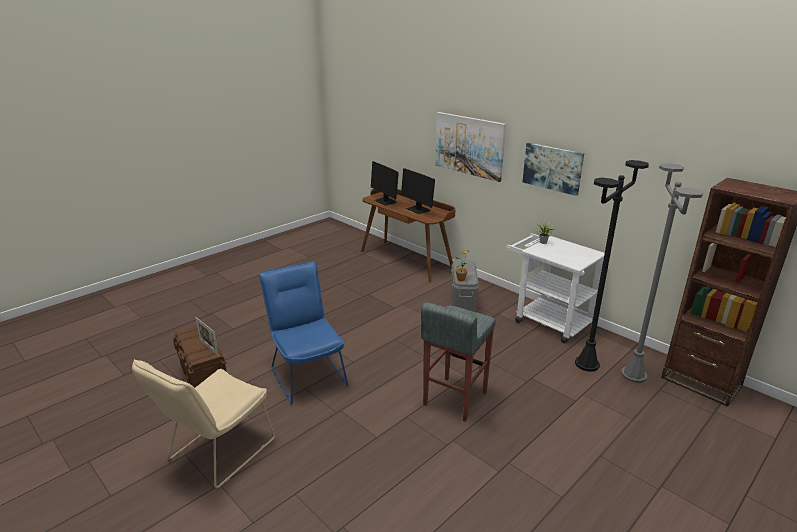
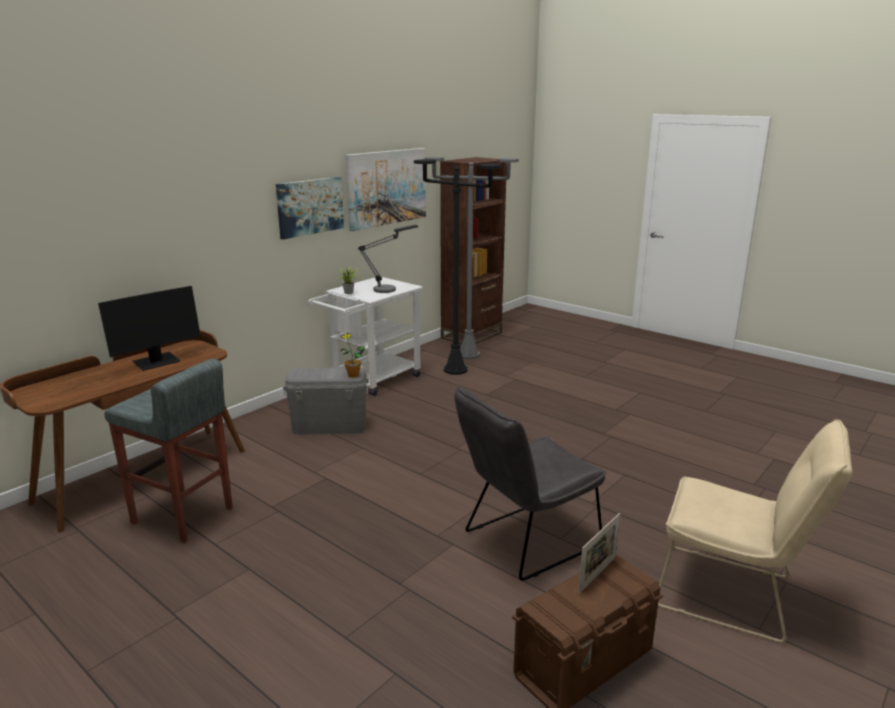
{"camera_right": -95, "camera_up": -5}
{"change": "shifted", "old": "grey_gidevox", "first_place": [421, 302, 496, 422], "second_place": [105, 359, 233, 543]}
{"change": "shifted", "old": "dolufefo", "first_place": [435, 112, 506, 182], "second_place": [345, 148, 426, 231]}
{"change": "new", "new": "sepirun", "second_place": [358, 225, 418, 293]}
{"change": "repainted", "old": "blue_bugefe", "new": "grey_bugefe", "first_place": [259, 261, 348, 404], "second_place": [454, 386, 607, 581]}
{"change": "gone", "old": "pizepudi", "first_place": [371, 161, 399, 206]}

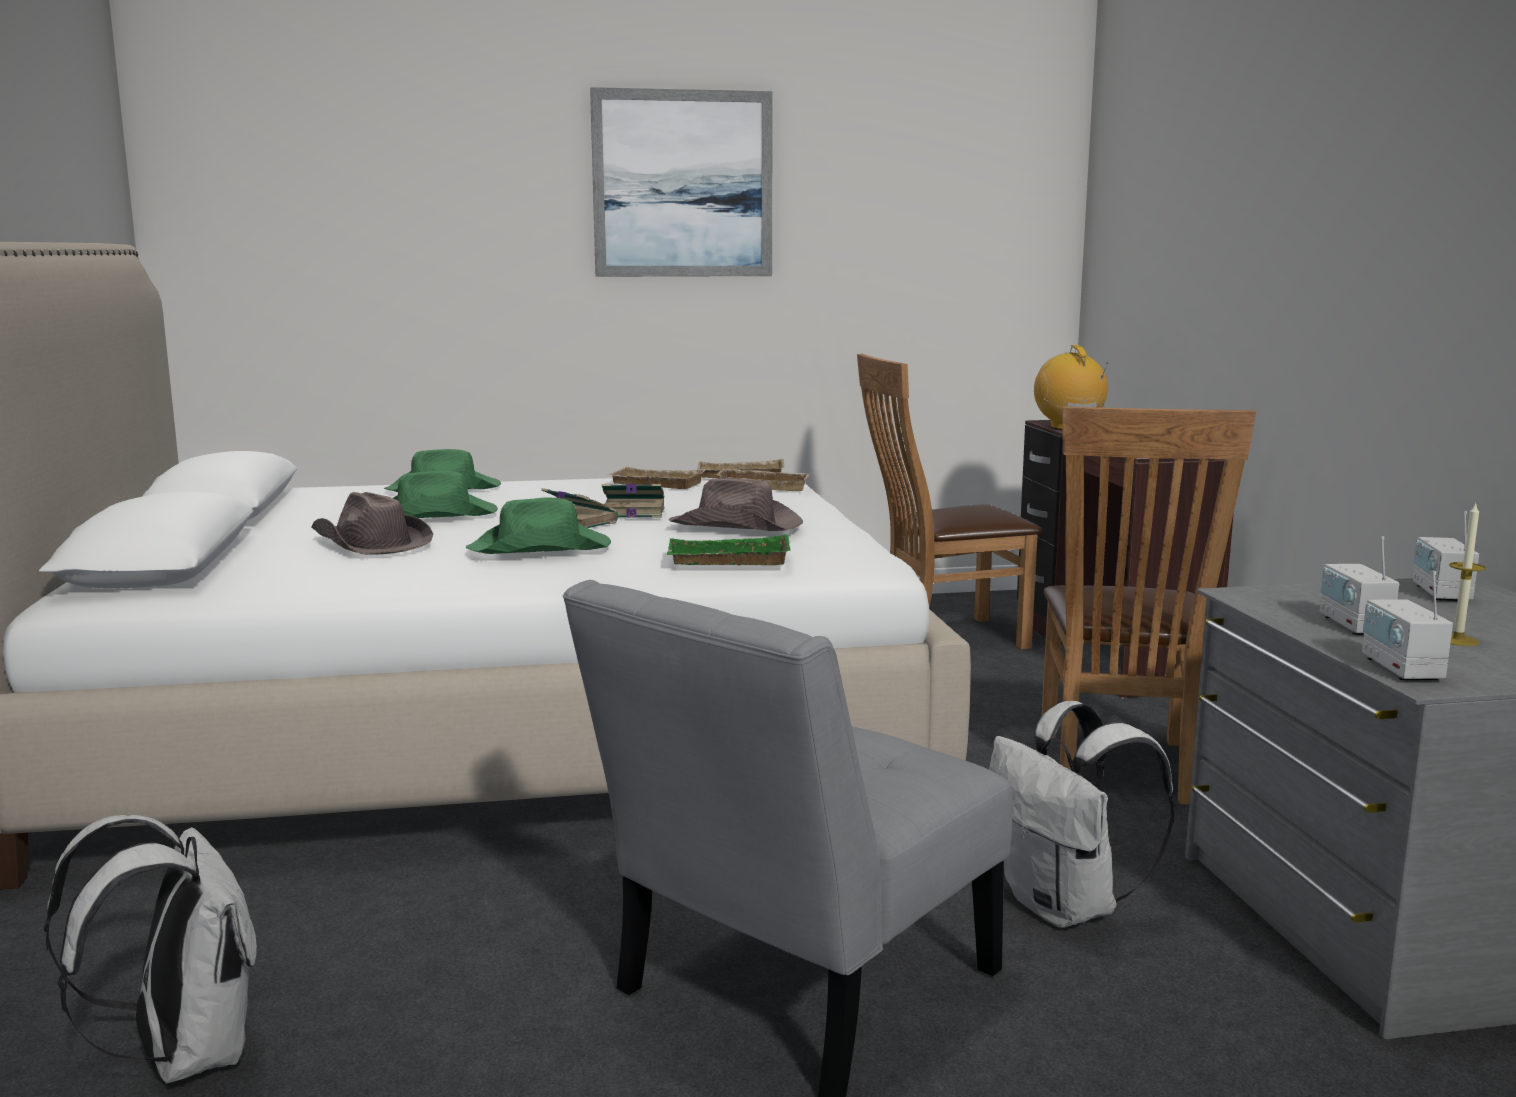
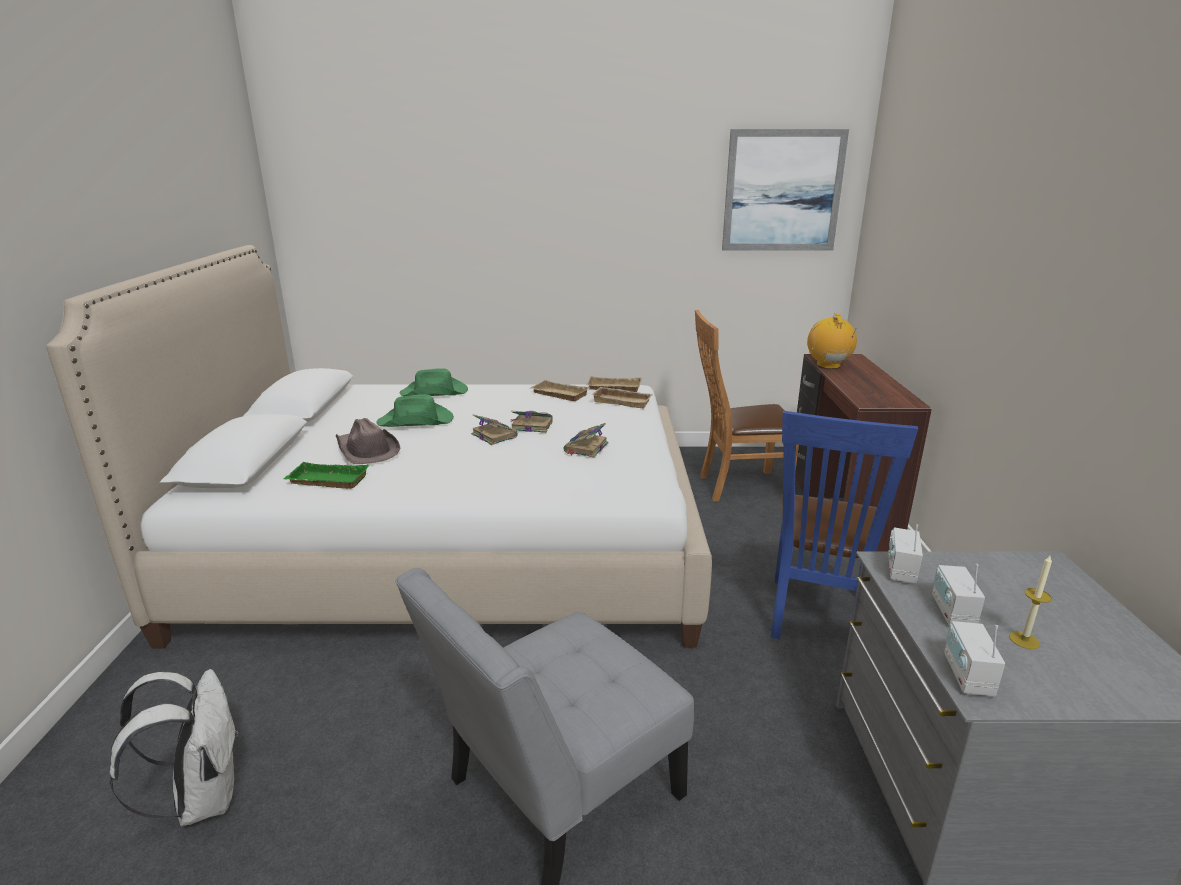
{"camera_right": 10, "camera_up": 10}
{"change": "shifted", "old": "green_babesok", "first_place": [667, 535, 791, 565], "second_place": [284, 462, 369, 489]}
{"change": "swapped", "old": "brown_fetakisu", "new": "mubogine", "first_place": [669, 478, 803, 531], "second_place": [564, 423, 609, 458]}
{"change": "shifted", "old": "dolufefo", "first_place": [590, 87, 773, 277], "second_place": [722, 129, 849, 251]}
{"change": "repainted", "old": "brown_bugefe", "new": "blue_bugefe", "first_place": [1042, 406, 1256, 804], "second_place": [771, 411, 918, 639]}
{"change": "shifted", "old": "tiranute", "first_place": [1413, 511, 1479, 601], "second_place": [888, 524, 923, 584]}
{"change": "gone", "old": "green_fetakisu", "first_place": [465, 498, 611, 554]}
{"change": "gone", "old": "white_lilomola", "first_place": [989, 701, 1175, 928]}

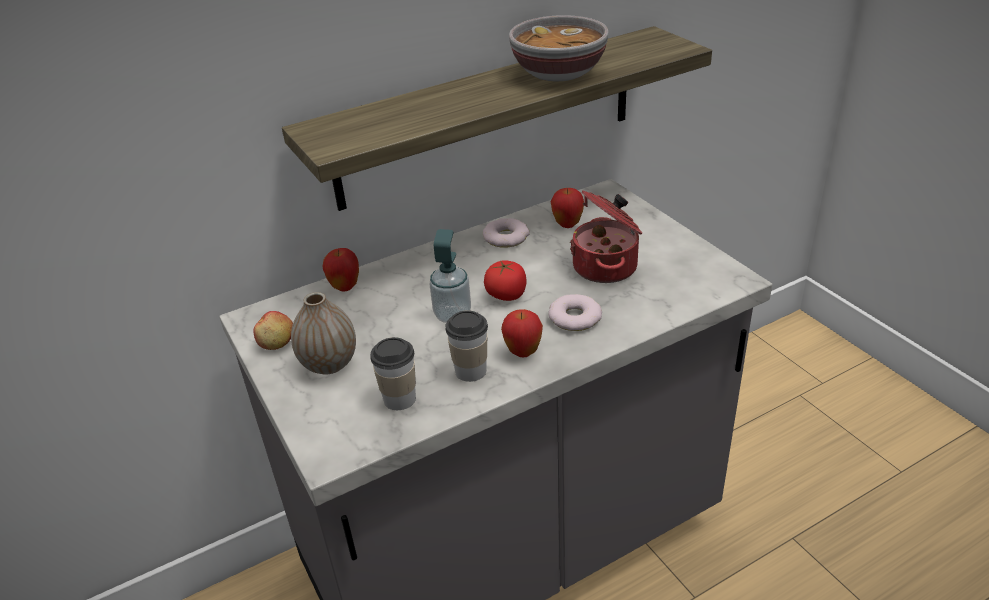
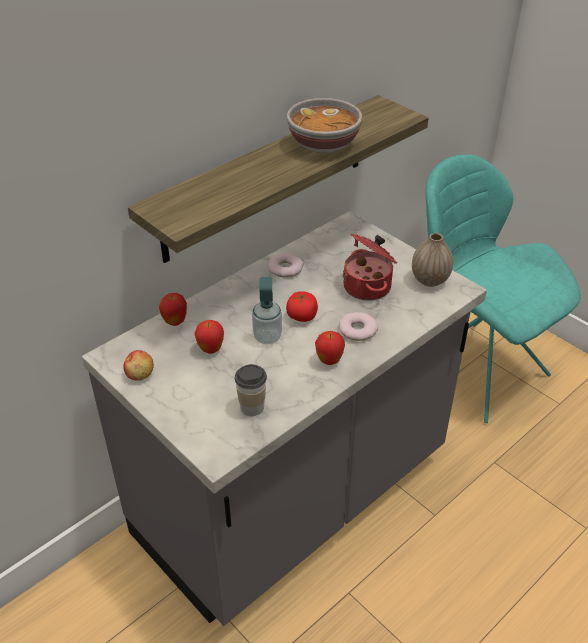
{"camera_right": -15, "camera_up": 5}
{"change": "shifted", "old": "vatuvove", "first_place": [551, 188, 584, 228], "second_place": [194, 320, 224, 354]}
{"change": "shifted", "old": "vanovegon", "first_place": [291, 292, 356, 375], "second_place": [412, 233, 454, 287]}
{"change": "new", "new": "turquoise_bugefe", "second_place": [425, 155, 581, 423]}
{"change": "gone", "old": "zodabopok", "first_place": [446, 310, 488, 382]}

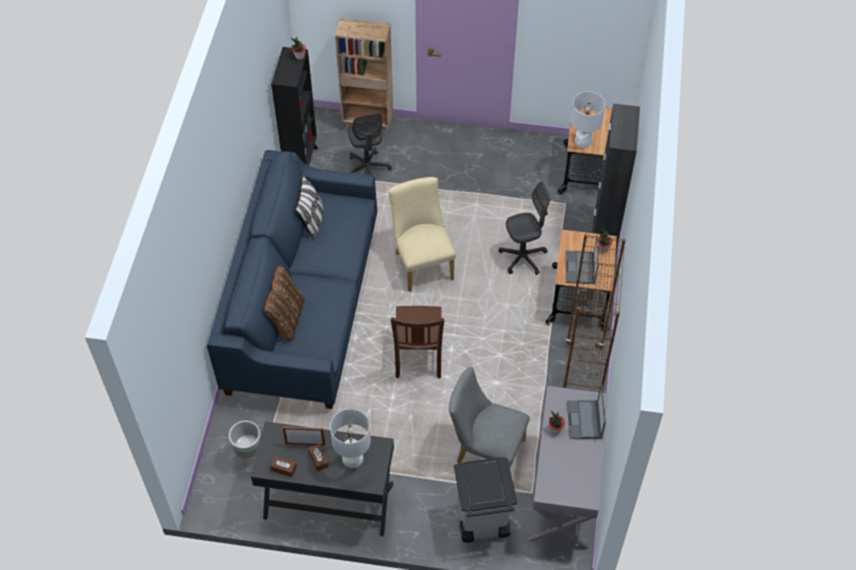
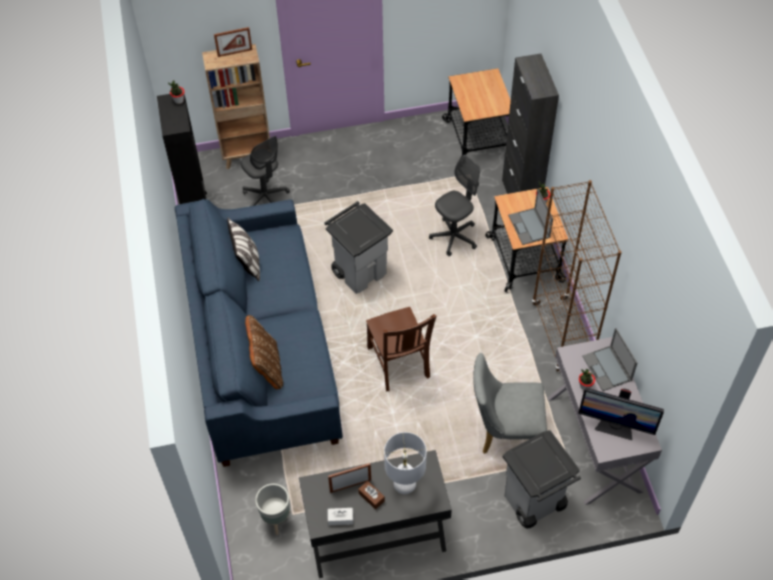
{"camera_right": -20, "camera_up": 0}
{"change": "new", "new": "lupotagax", "second_place": [214, 27, 252, 57]}
{"change": "swapped", "old": "beige_bugefe", "new": "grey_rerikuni", "first_place": [389, 177, 456, 292], "second_place": [324, 201, 393, 294]}
{"change": "repainted", "old": "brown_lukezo", "new": "white_lukezo", "first_place": [270, 456, 297, 477], "second_place": [328, 508, 353, 525]}
{"change": "new", "new": "pizepudi", "second_place": [578, 388, 664, 440]}
{"change": "gone", "old": "white_sepirun", "first_place": [571, 92, 605, 148]}

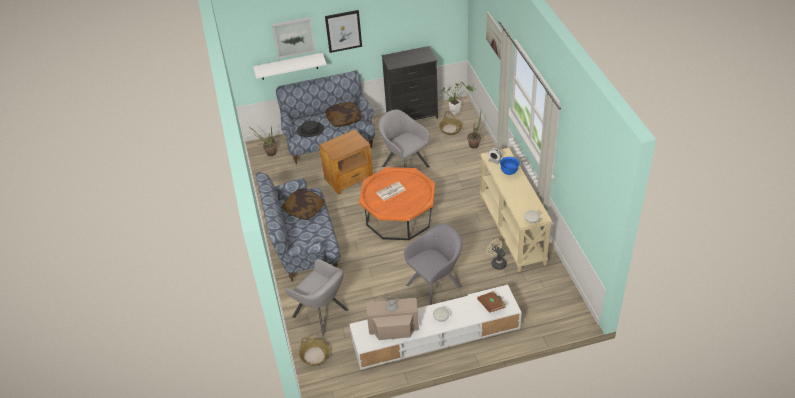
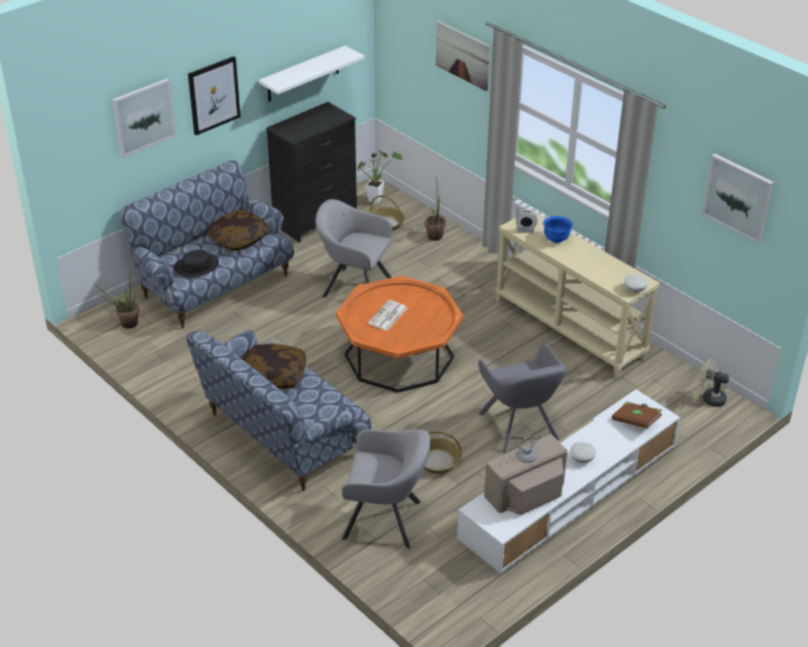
{"camera_right": -30, "camera_up": -5}
{"change": "shifted", "old": "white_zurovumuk", "first_place": [253, 53, 327, 80], "second_place": [259, 46, 364, 102]}
{"change": "shifted", "old": "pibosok", "first_place": [298, 337, 330, 366], "second_place": [424, 431, 462, 474]}
{"change": "rotated", "old": "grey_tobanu", "first_place": [404, 224, 462, 305], "second_place": [478, 344, 566, 454], "degrees": 135}
{"change": "shifted", "old": "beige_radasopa", "first_place": [487, 239, 507, 270], "second_place": [699, 359, 730, 407]}
{"change": "new", "new": "dolufefo", "second_place": [701, 154, 774, 244]}
{"change": "gone", "old": "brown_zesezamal", "first_place": [319, 129, 373, 195]}

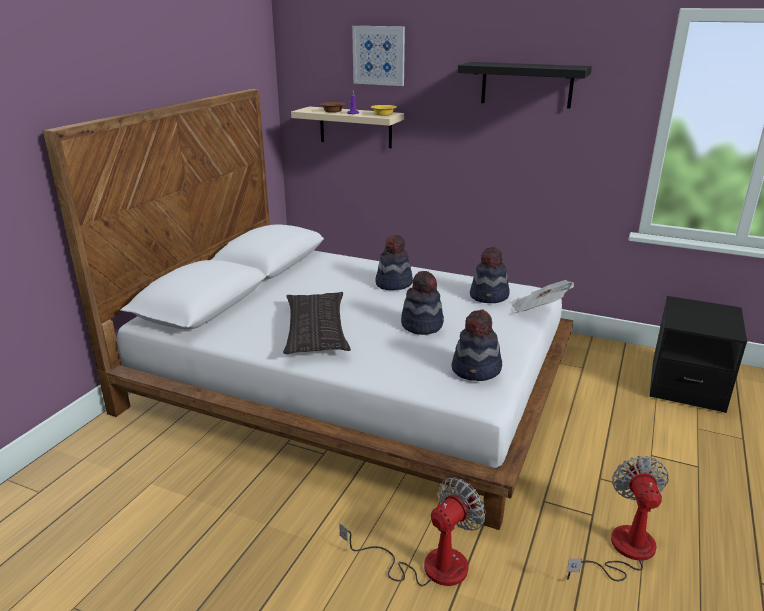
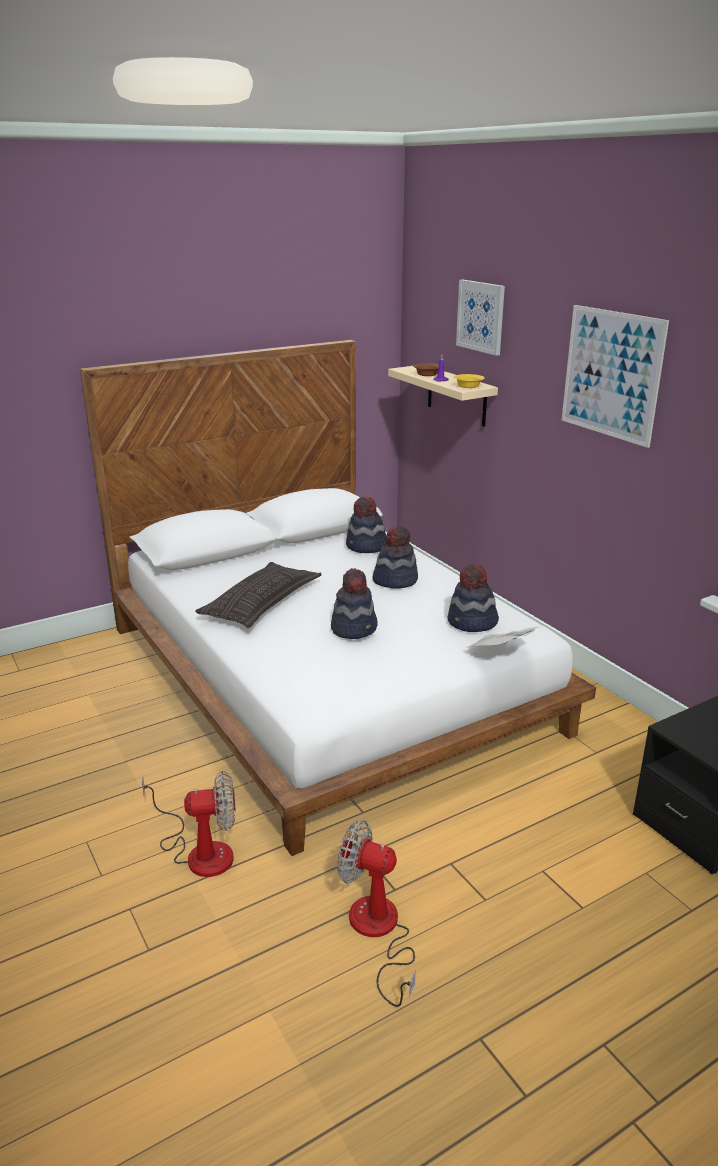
{"camera_right": 35, "camera_up": 0}
{"change": "rotated", "old": "radasopa", "first_place": [567, 456, 669, 581], "second_place": [337, 820, 416, 1007], "degrees": -105}
{"change": "shifted", "old": "fetakisu", "first_place": [451, 309, 502, 381], "second_place": [346, 497, 386, 553]}
{"change": "swapped", "old": "black_zurovumuk", "new": "dolufefo", "first_place": [458, 62, 592, 109], "second_place": [562, 305, 669, 448]}

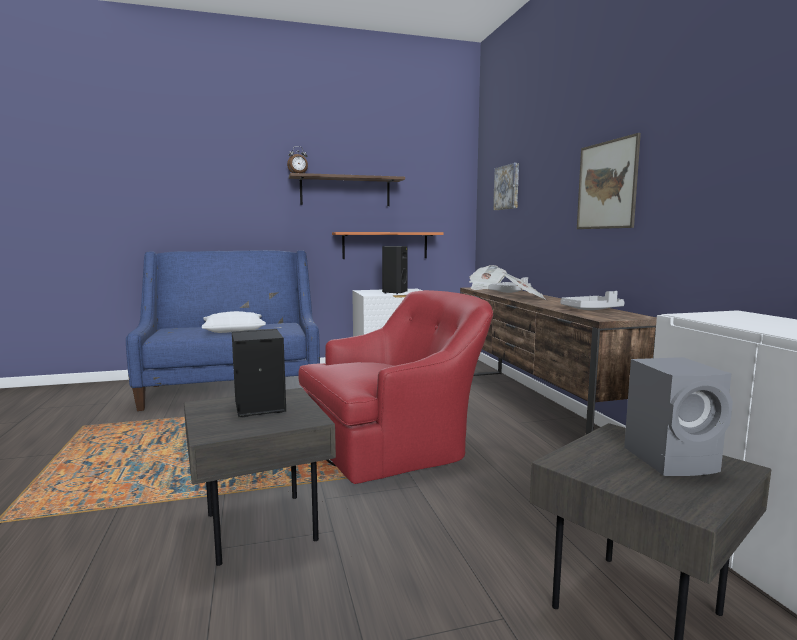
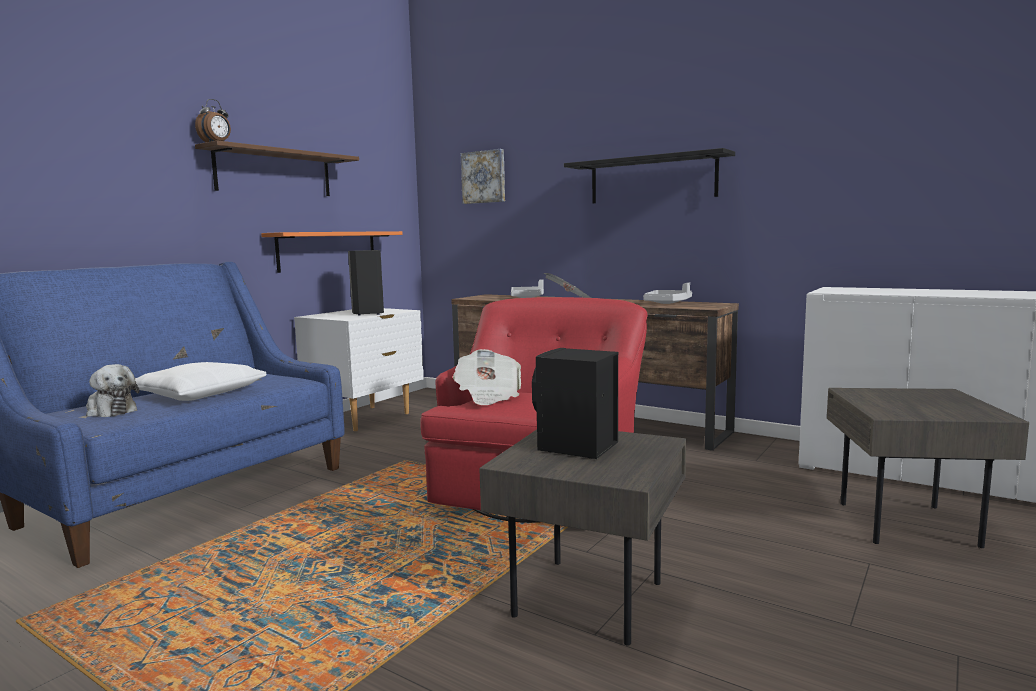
{"camera_right": -40, "camera_up": 0}
{"change": "new", "new": "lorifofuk", "second_place": [86, 364, 139, 417]}
{"change": "shifted", "old": "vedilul", "first_place": [469, 265, 507, 290], "second_place": [453, 349, 521, 405]}
{"change": "swapped", "old": "dolufefo", "new": "black_zurovumuk", "first_place": [577, 133, 641, 229], "second_place": [564, 148, 735, 203]}
{"change": "gone", "old": "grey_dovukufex", "first_place": [624, 357, 733, 476]}

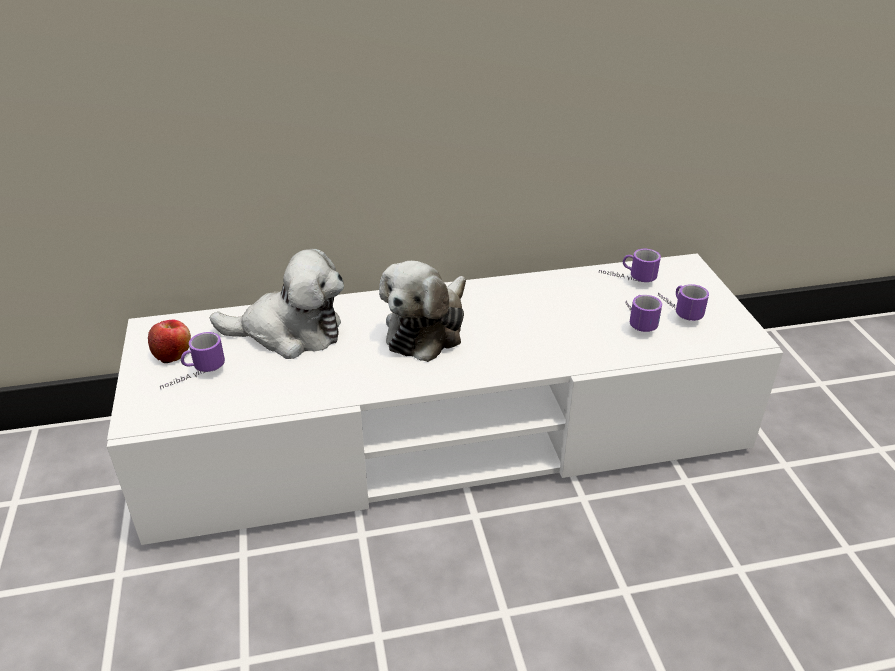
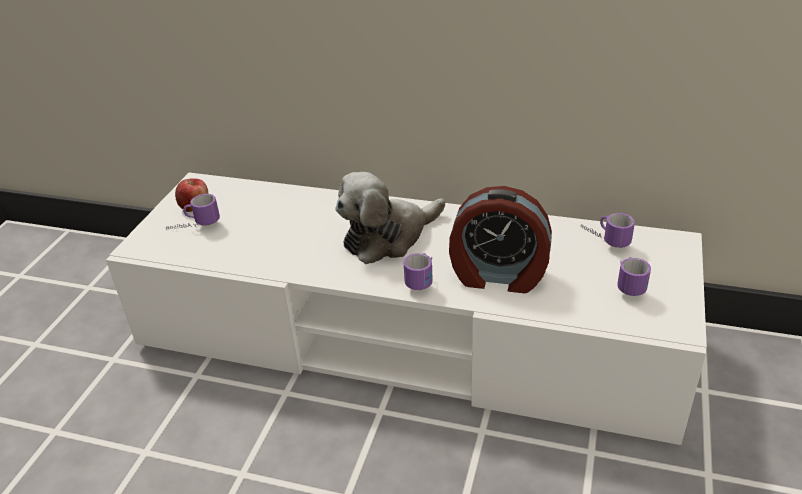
{"camera_right": 30, "camera_up": 0}
{"change": "shifted", "old": "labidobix", "first_place": [626, 295, 662, 332], "second_place": [404, 253, 433, 290]}
{"change": "new", "new": "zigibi", "second_place": [449, 186, 552, 293]}
{"change": "gone", "old": "lorifofuk", "first_place": [210, 249, 344, 359]}

